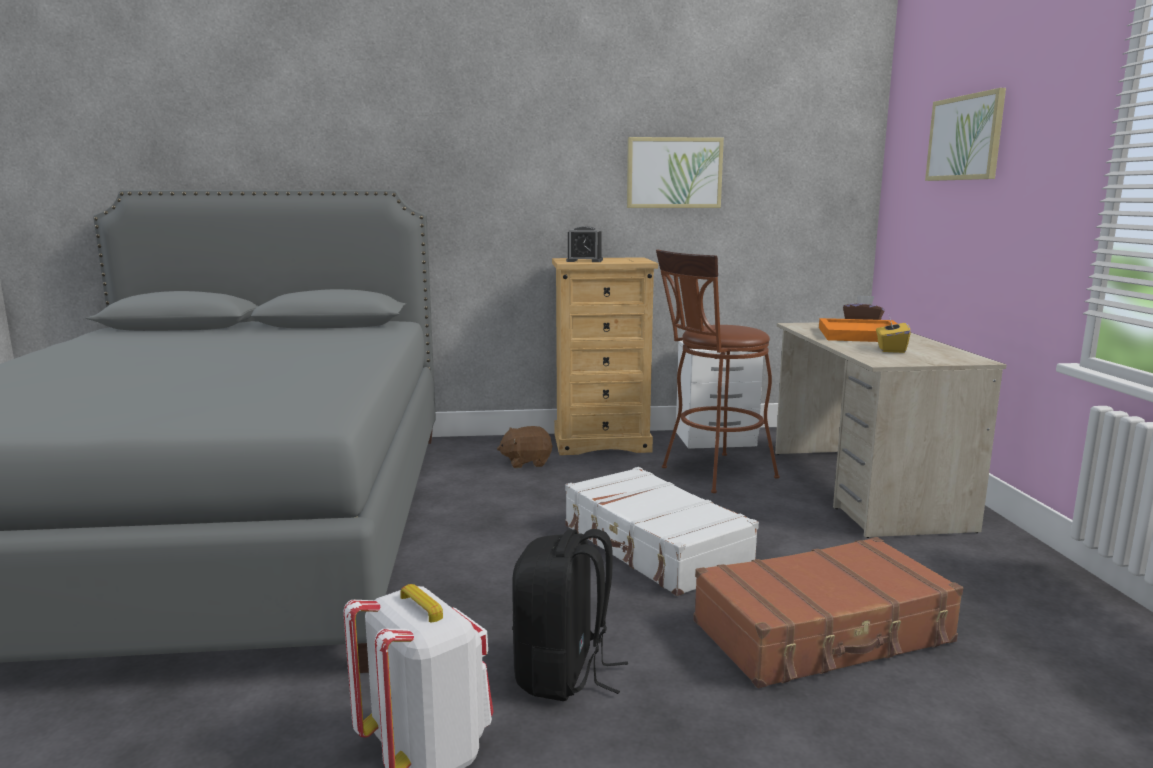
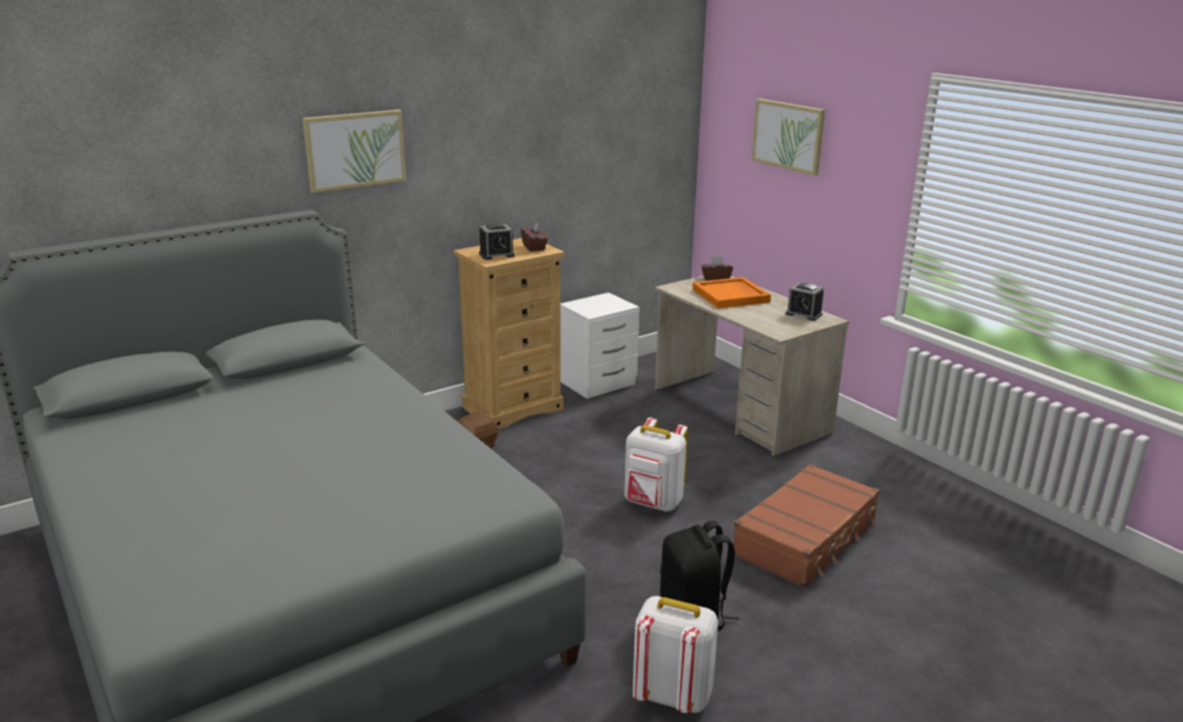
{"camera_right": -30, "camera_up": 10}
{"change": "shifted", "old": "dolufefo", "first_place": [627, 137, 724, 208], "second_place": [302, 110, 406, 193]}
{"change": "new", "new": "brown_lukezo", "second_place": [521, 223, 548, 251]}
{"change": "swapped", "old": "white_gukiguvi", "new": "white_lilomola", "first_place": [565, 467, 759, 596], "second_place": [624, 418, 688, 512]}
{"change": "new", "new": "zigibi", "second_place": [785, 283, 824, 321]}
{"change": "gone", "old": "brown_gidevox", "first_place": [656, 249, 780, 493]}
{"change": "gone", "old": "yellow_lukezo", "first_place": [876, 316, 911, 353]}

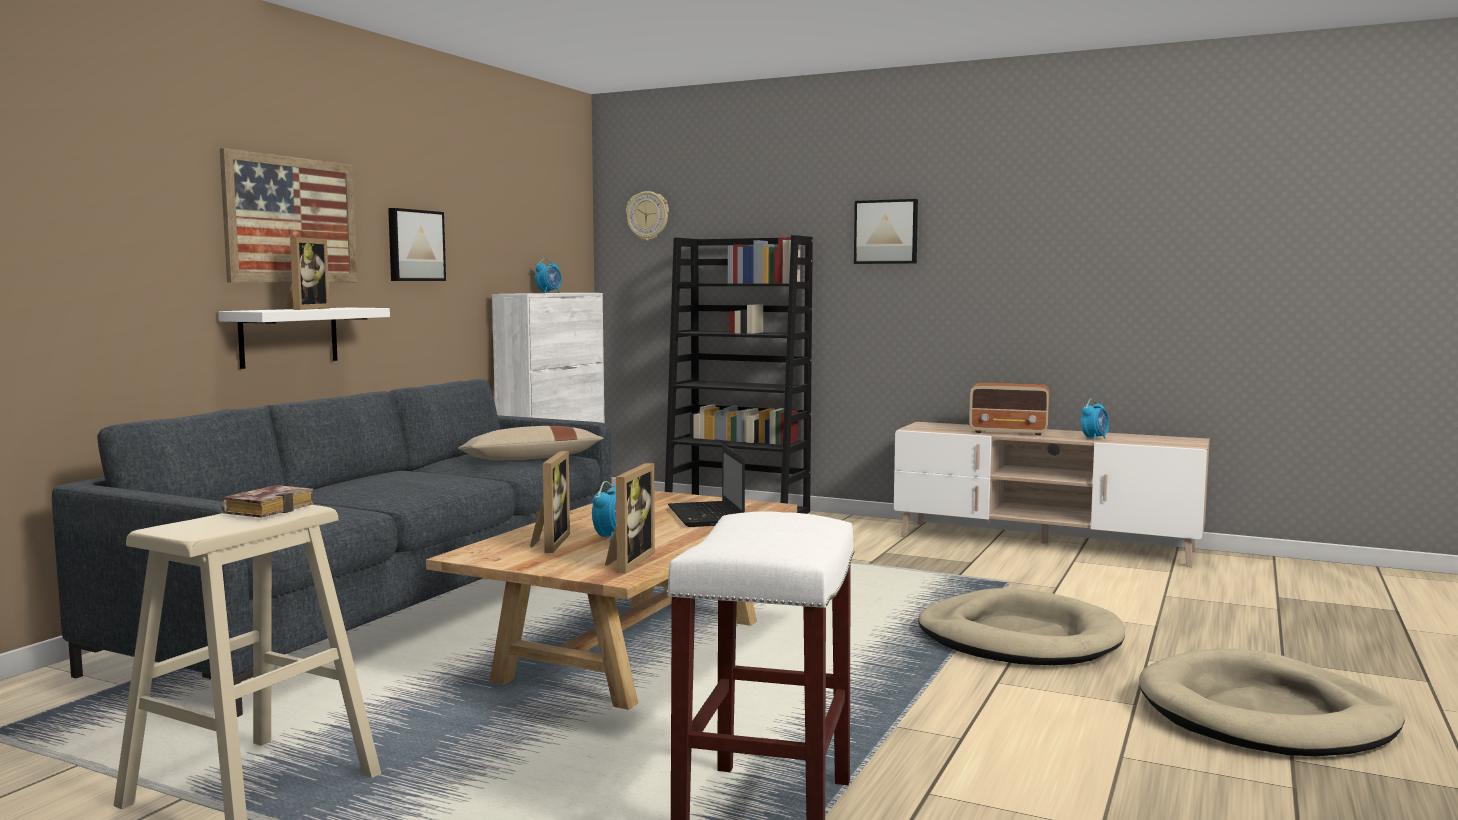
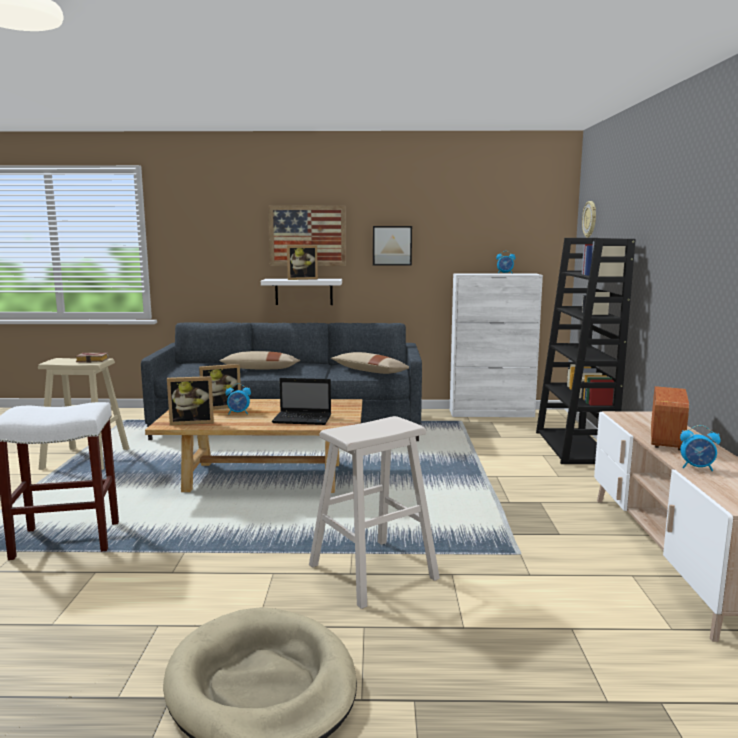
{"camera_right": 65, "camera_up": 5}
{"change": "new", "new": "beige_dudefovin", "second_place": [219, 351, 300, 370]}
{"change": "rotated", "old": "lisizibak", "first_place": [668, 444, 745, 527], "second_place": [272, 378, 331, 425], "degrees": -135}
{"change": "swapped", "old": "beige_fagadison", "new": "beige_gidevox", "first_place": [918, 588, 1125, 665], "second_place": [309, 416, 440, 609]}
{"change": "rotated", "old": "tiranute", "first_place": [969, 383, 1050, 435], "second_place": [651, 386, 689, 450], "degrees": -150}
{"change": "gone", "old": "dolufefo", "first_place": [854, 199, 918, 264]}

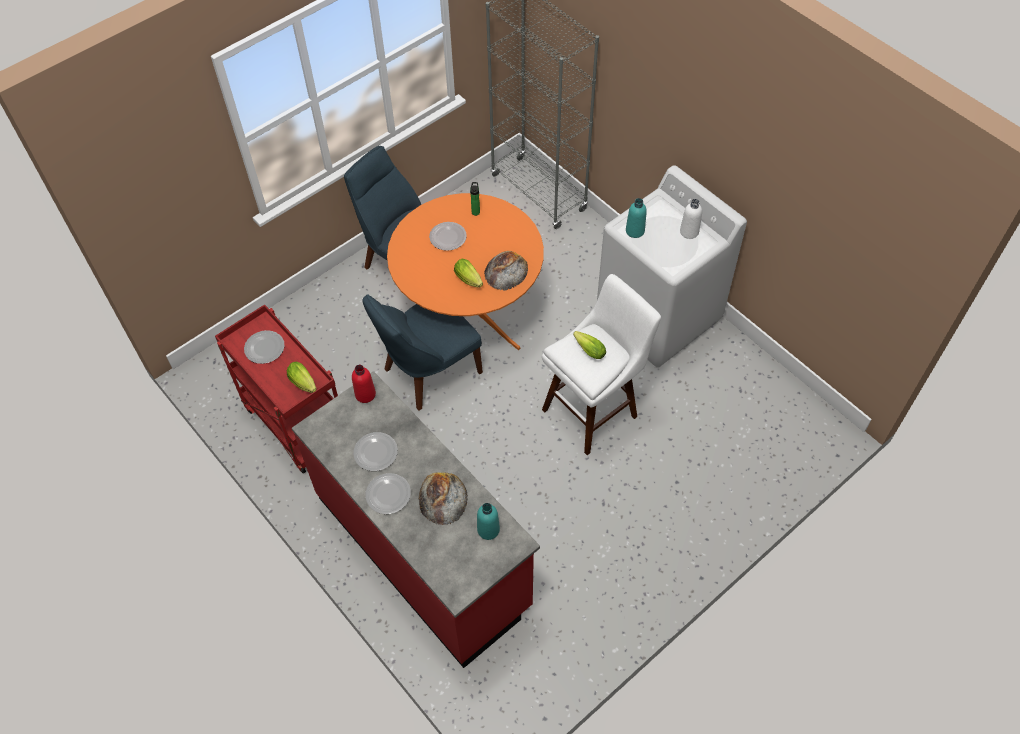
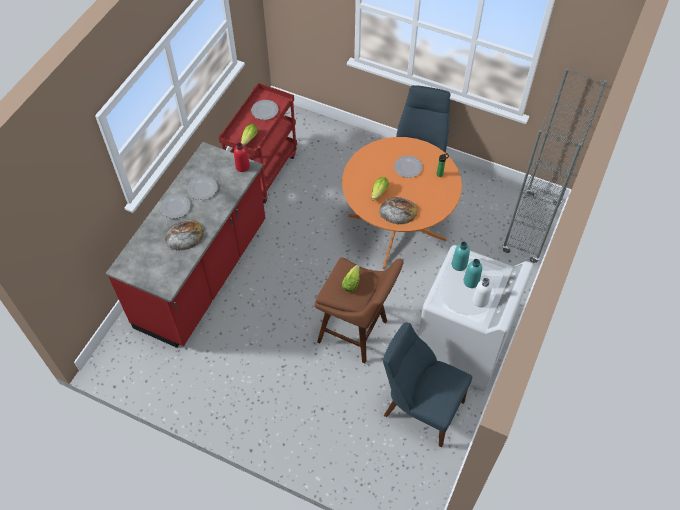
{"camera_right": 65, "camera_up": 0}
{"change": "repainted", "old": "white_gidevox", "new": "brown_gidevox", "first_place": [542, 274, 661, 455], "second_place": [315, 257, 404, 363]}
{"change": "shifted", "old": "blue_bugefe", "first_place": [363, 295, 483, 411], "second_place": [383, 322, 472, 447]}
{"change": "shifted", "old": "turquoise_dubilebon", "first_place": [477, 503, 500, 540], "second_place": [464, 259, 482, 288]}

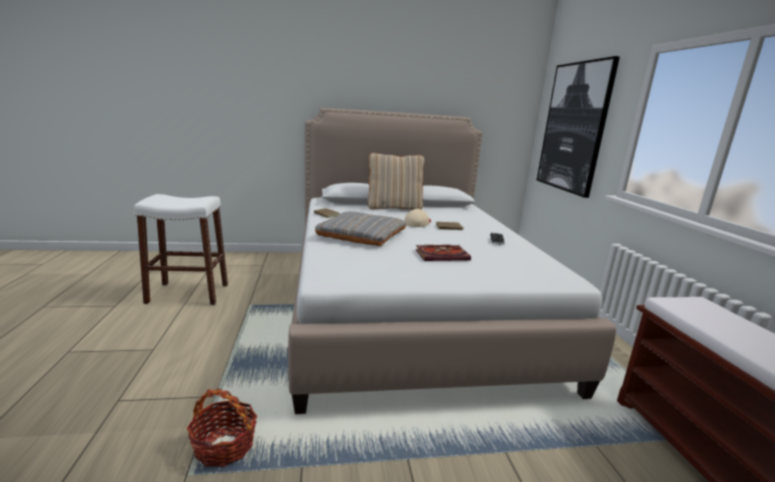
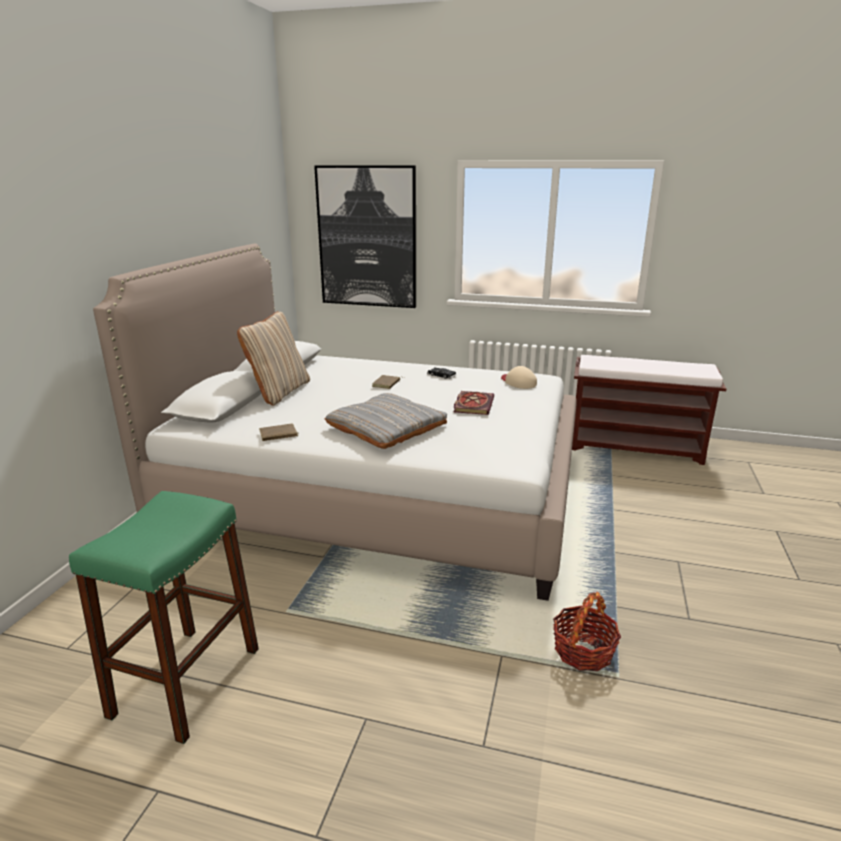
{"camera_right": -65, "camera_up": 5}
{"change": "repainted", "old": "white_gidevox", "new": "green_gidevox", "first_place": [134, 194, 228, 305], "second_place": [69, 491, 259, 744]}
{"change": "shifted", "old": "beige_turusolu", "first_place": [404, 209, 431, 227], "second_place": [501, 366, 537, 389]}

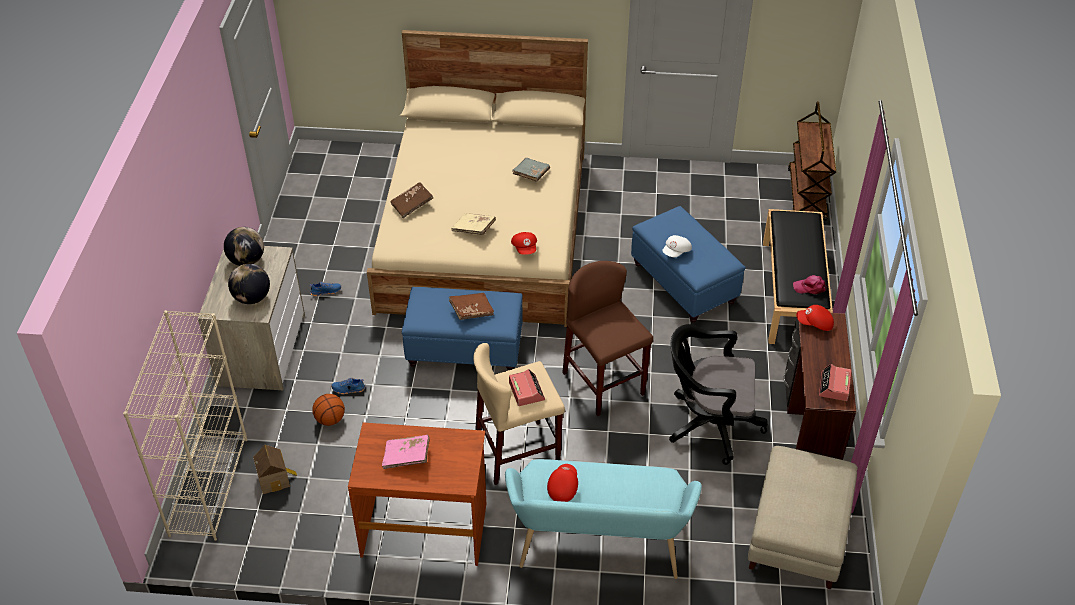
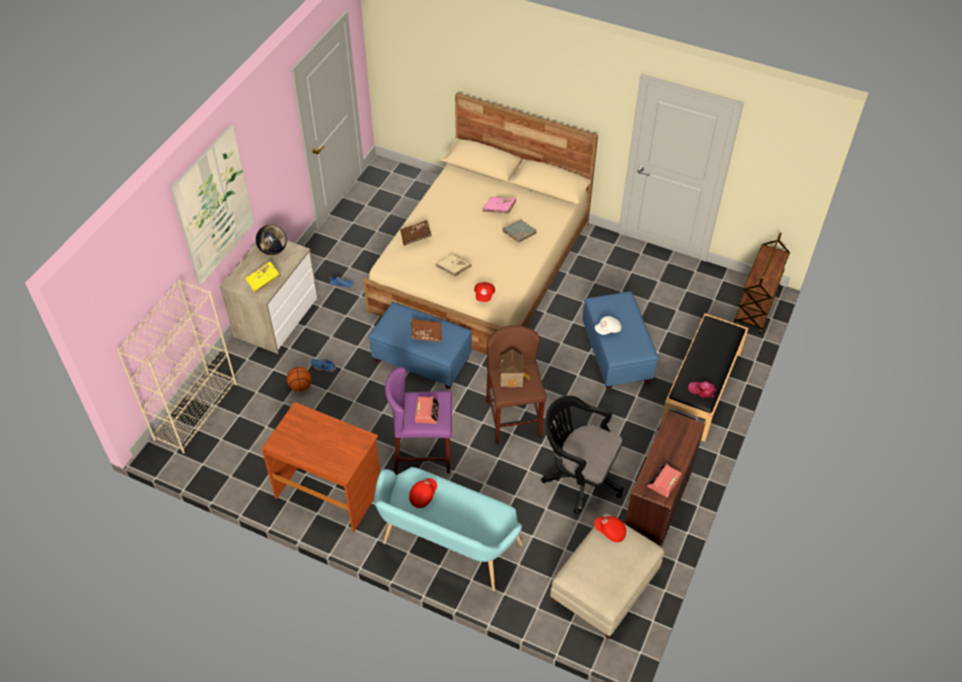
{"camera_right": 20, "camera_up": 5}
{"change": "new", "new": "dolufefo", "second_place": [170, 125, 255, 285]}
{"change": "swapped", "old": "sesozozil", "new": "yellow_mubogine", "first_place": [228, 264, 270, 304], "second_place": [245, 261, 281, 294]}
{"change": "repainted", "old": "beige_gidevox", "new": "purple_gidevox", "first_place": [473, 343, 565, 485], "second_place": [385, 367, 452, 474]}
{"change": "shifted", "old": "pink_mubogine", "first_place": [382, 435, 430, 469], "second_place": [482, 197, 516, 214]}
{"change": "shifted", "old": "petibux", "first_place": [253, 445, 297, 494], "second_place": [500, 349, 530, 387]}
{"change": "shifted", "old": "red_turusolu", "first_place": [796, 305, 834, 331], "second_place": [594, 516, 626, 542]}

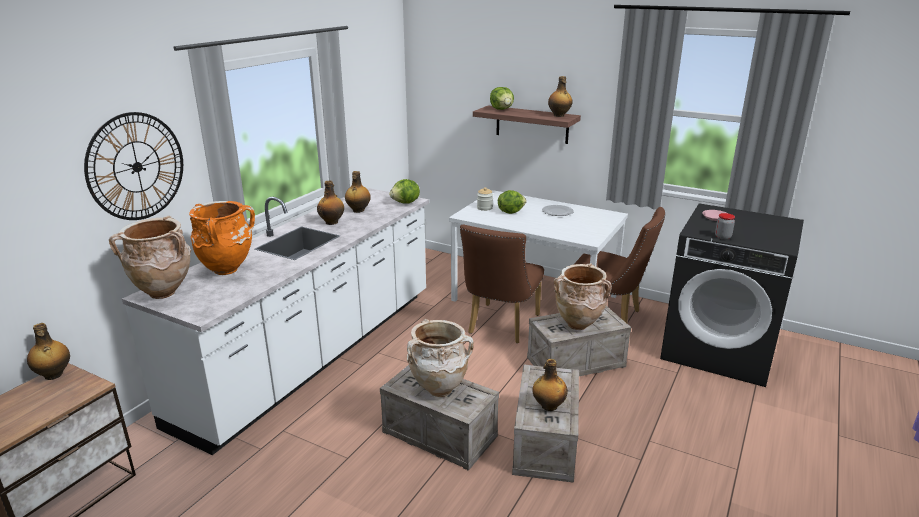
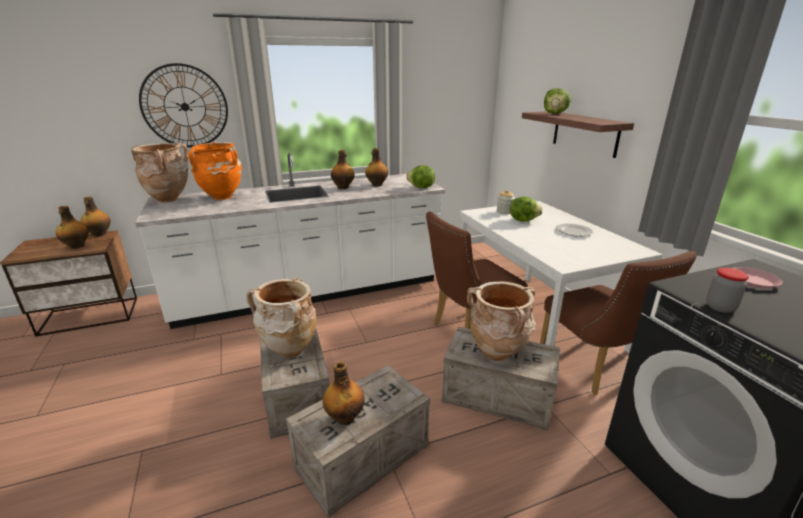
{"camera_right": 40, "camera_up": 0}
{"change": "shifted", "old": "dubilebon", "first_place": [548, 76, 573, 117], "second_place": [56, 206, 89, 249]}

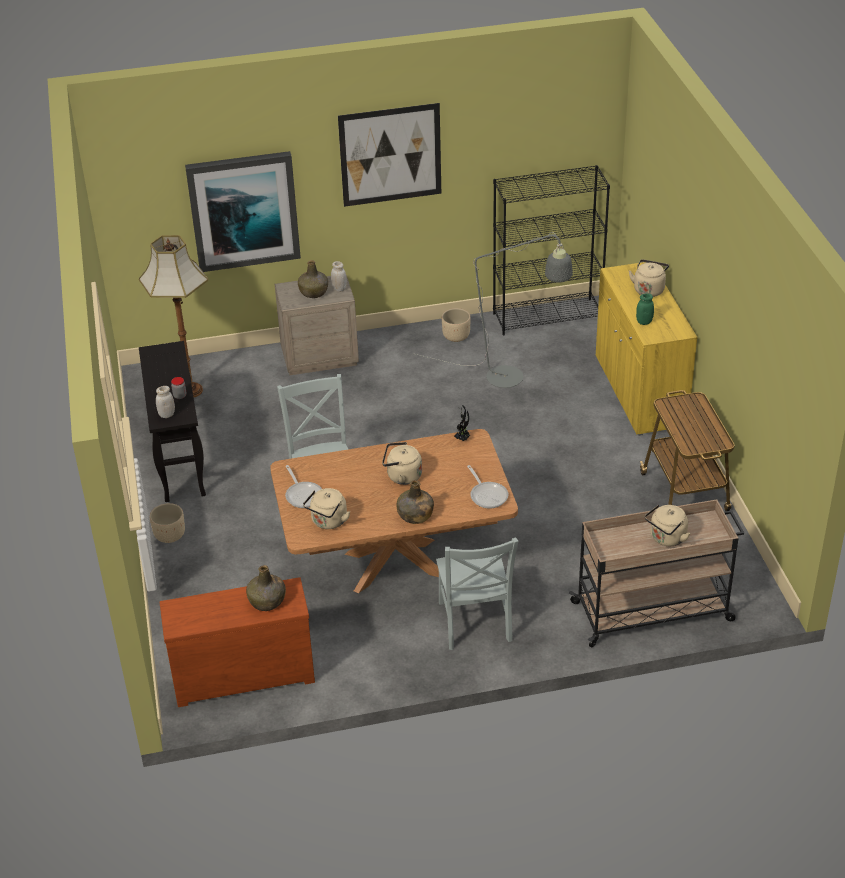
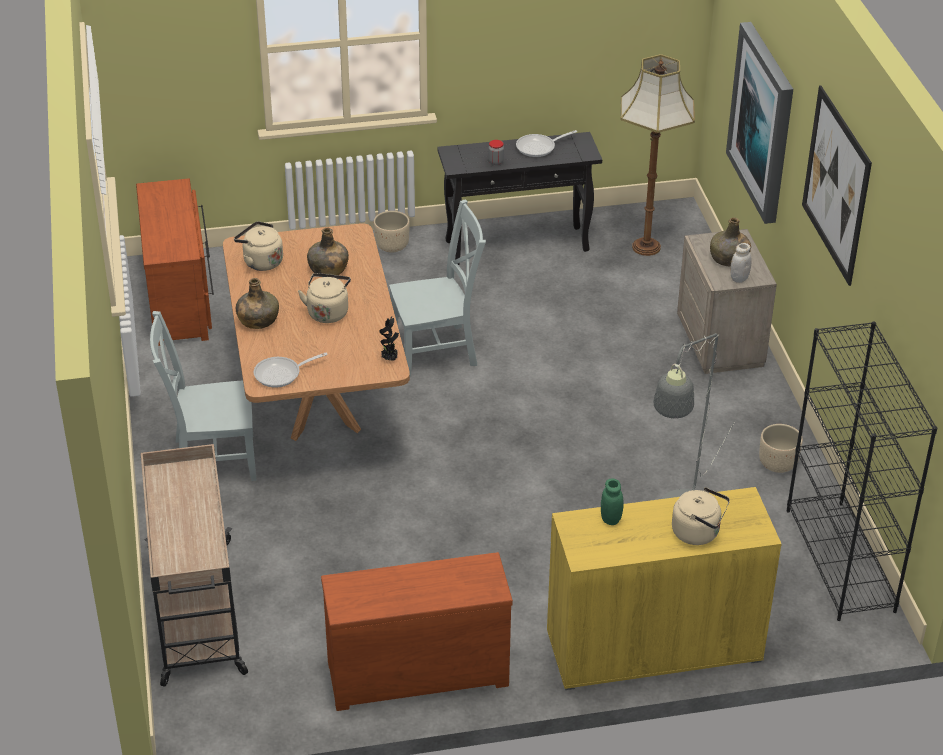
{"camera_right": 90, "camera_up": 0}
{"change": "shifted", "old": "green_dubilebon", "first_place": [246, 565, 286, 611], "second_place": [307, 228, 349, 275]}
{"change": "swapped", "old": "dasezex", "new": "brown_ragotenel", "first_place": [640, 390, 735, 511], "second_place": [321, 552, 513, 711]}
{"change": "shifted", "old": "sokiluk", "first_place": [285, 465, 322, 508], "second_place": [516, 130, 577, 157]}
{"change": "gone", "old": "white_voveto", "first_place": [156, 386, 175, 418]}
{"change": "gone", "old": "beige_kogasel", "first_place": [645, 505, 690, 546]}

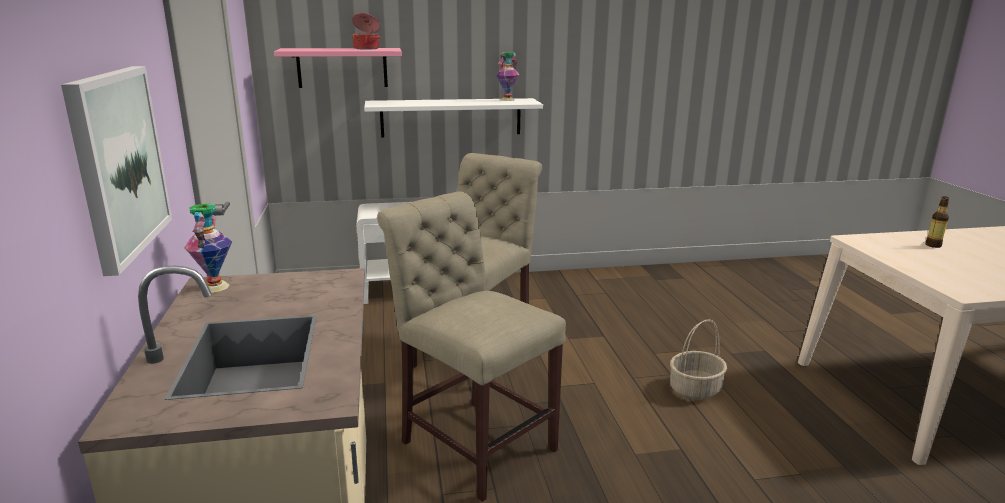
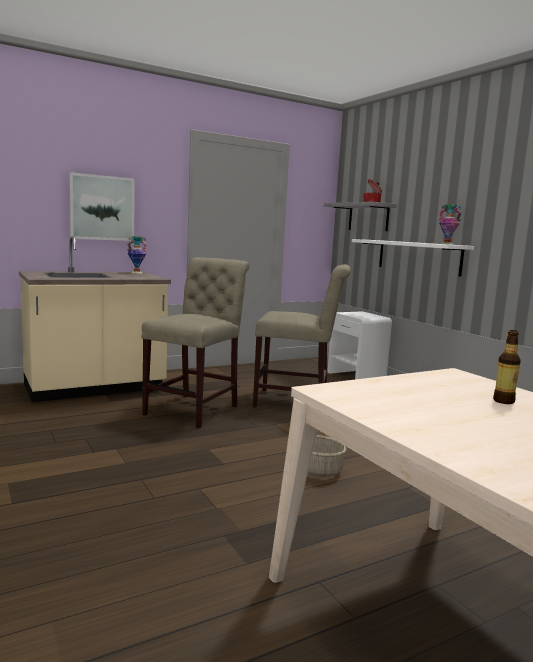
{"camera_right": 70, "camera_up": -10}
{"change": "repainted", "old": "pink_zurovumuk", "new": "grey_zurovumuk", "first_place": [274, 48, 402, 88], "second_place": [324, 202, 397, 231]}

